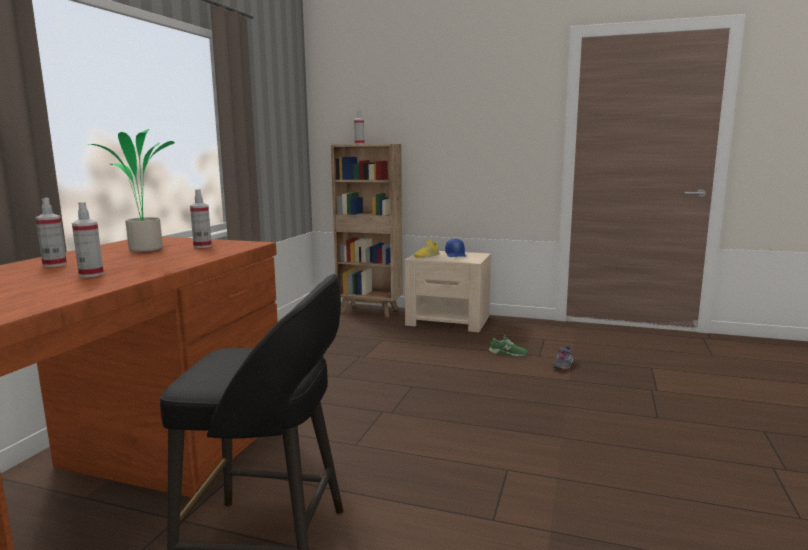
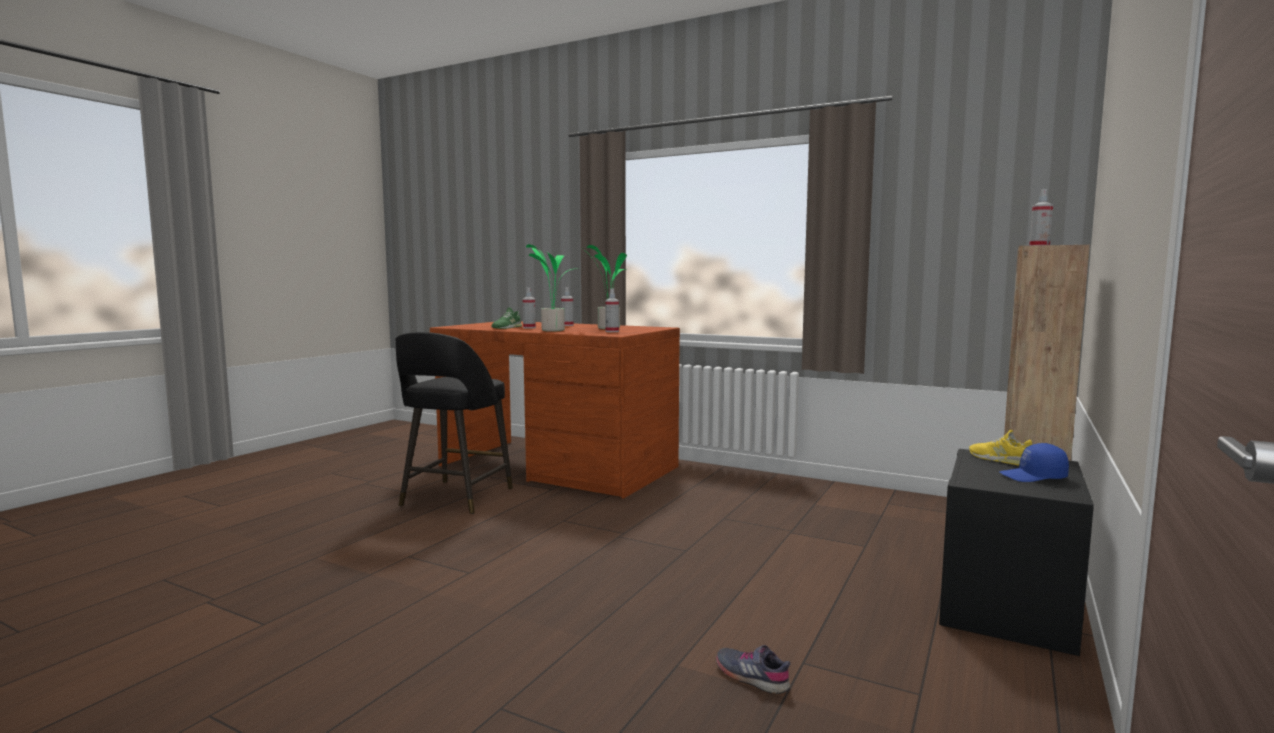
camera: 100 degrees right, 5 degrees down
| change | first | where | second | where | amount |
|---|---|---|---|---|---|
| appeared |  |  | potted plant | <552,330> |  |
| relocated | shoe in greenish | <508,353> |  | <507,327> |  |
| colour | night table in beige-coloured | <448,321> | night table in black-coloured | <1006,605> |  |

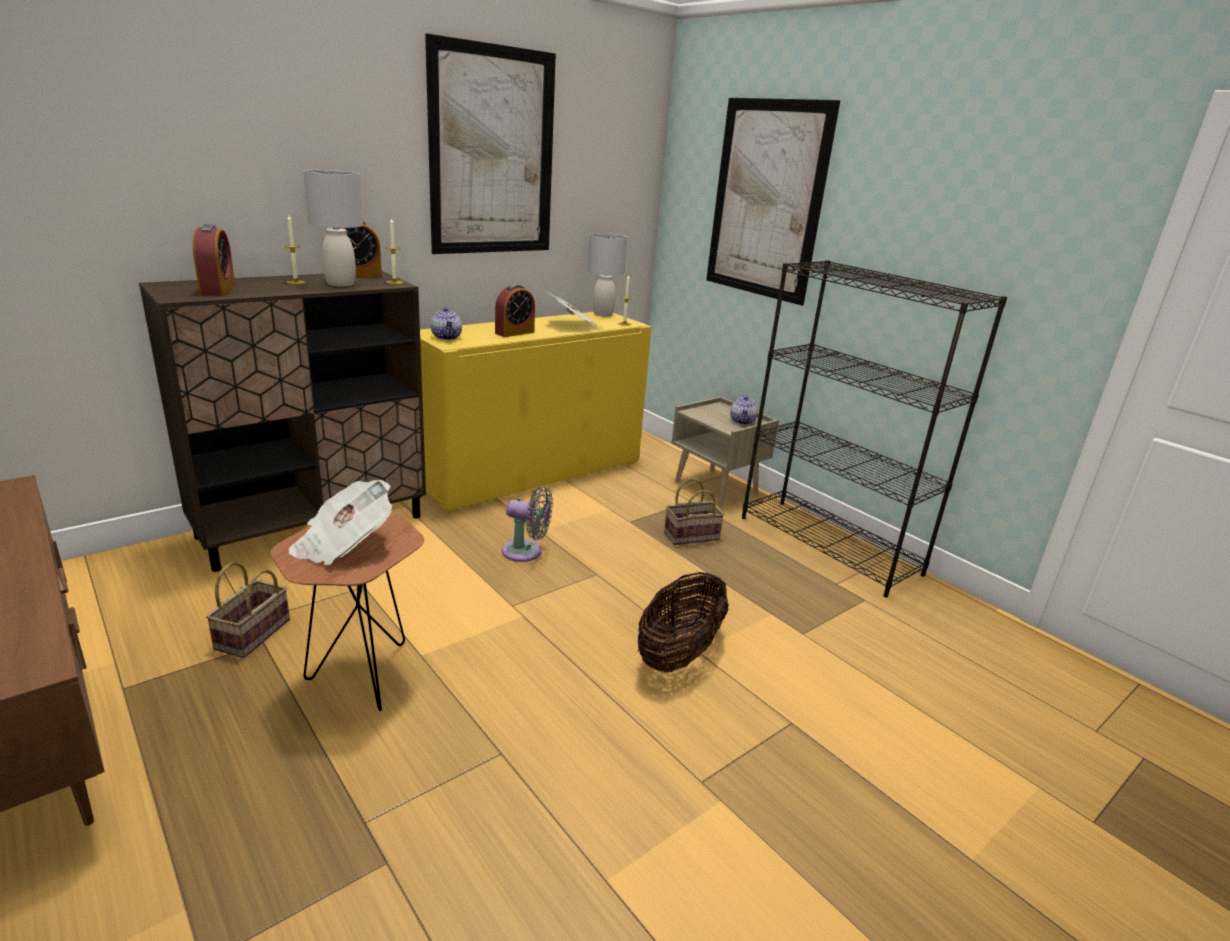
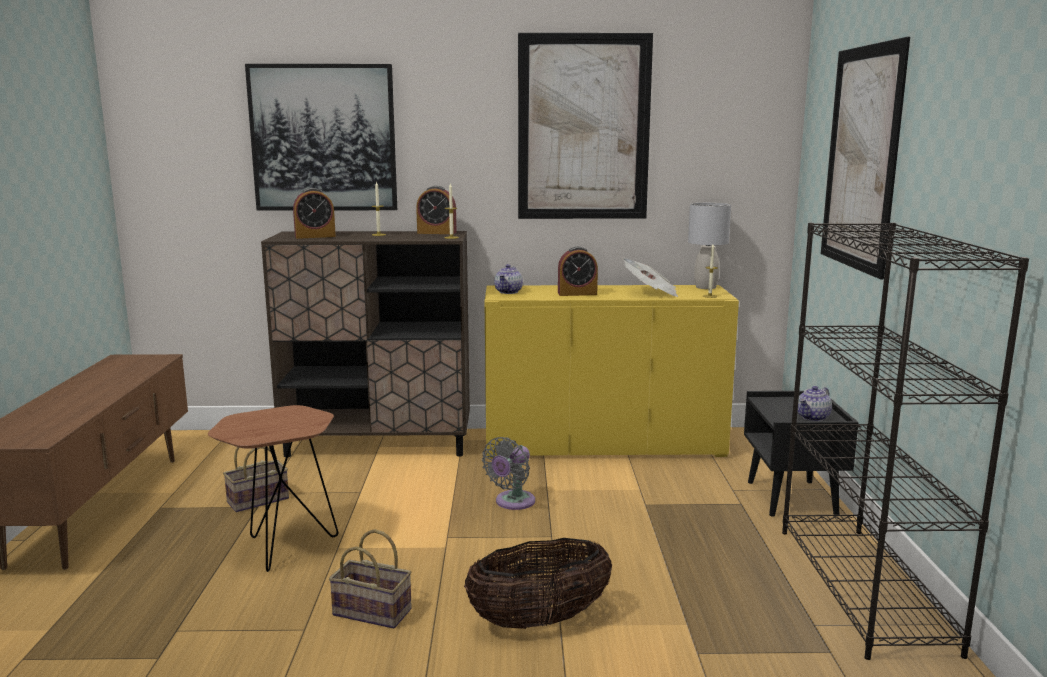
camera: 40 degrees right, 10 degrees down
| change | first | where | second | where | amount |
|---|---|---|---|---|---|
| missing | printed paper | <343,545> |  |  |  |
| missing | table lamp in gray | <340,284> |  |  |  |
| appeared |  |  | wall art | <323,138> |  |
| relocated | storage basket | <692,535> |  | <374,611> |  |
| colour | night table in beige-coloured | <717,487> | night table in black-coloured | <792,499> |  |
| spun | alarm clock | <218,290> |  | <315,236> | 45 degrees clockwise |
| spun | cooling fan in gray | <526,552> |  | <512,502> | 75 degrees clockwise |

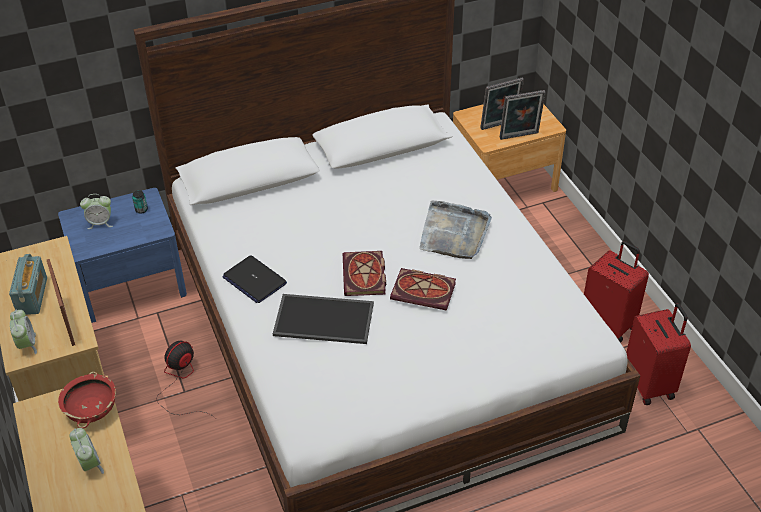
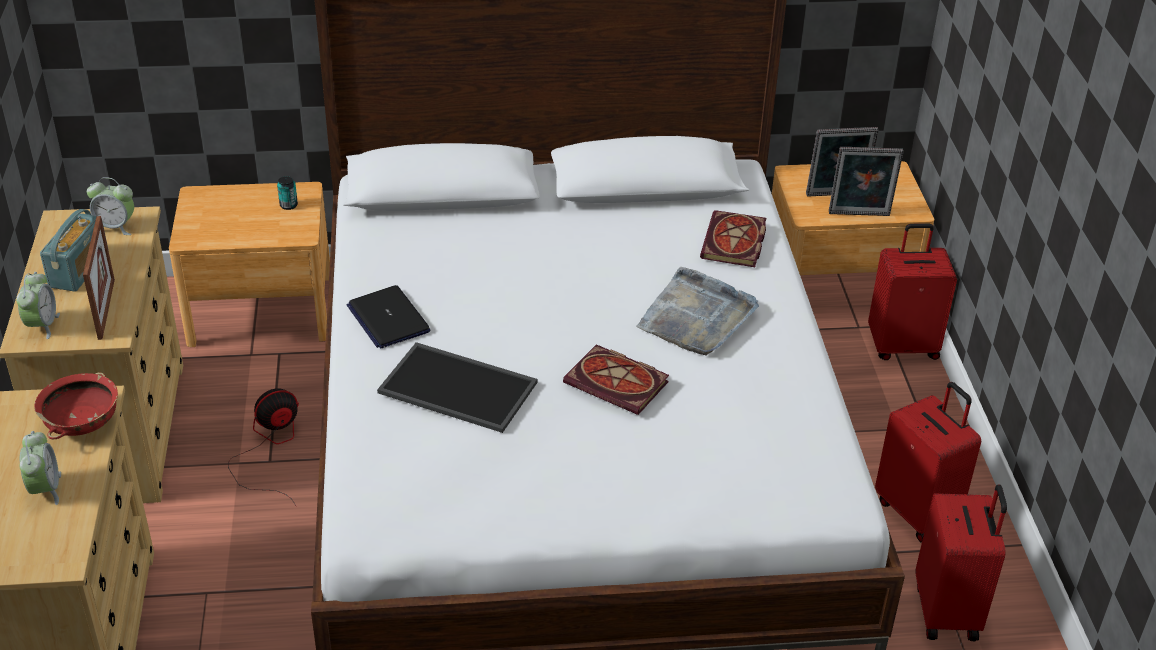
camera: 15 degrees right, 5 degrees down
| change | first | where | second | where | amount |
|---|---|---|---|---|---|
| appeared |  |  | suitcase in reddish | <902,346> |  |
| relocated | alarm clock | <100,223> |  | <116,227> |  |
| relocated | volume | <365,276> |  | <735,243> |  |
| colour | night table in blue-coloured | <130,283> | night table in brownish | <261,310> |  |

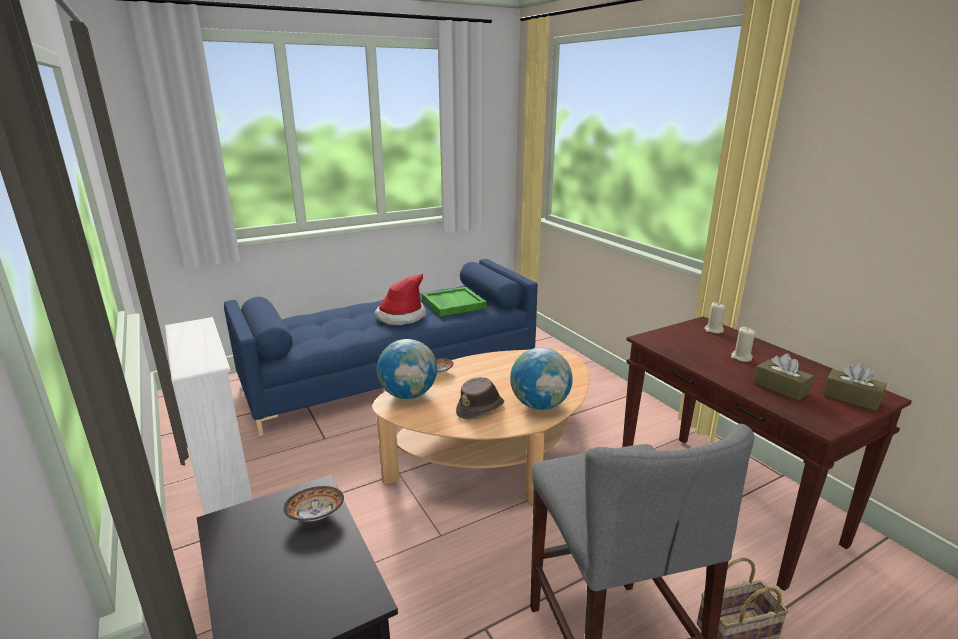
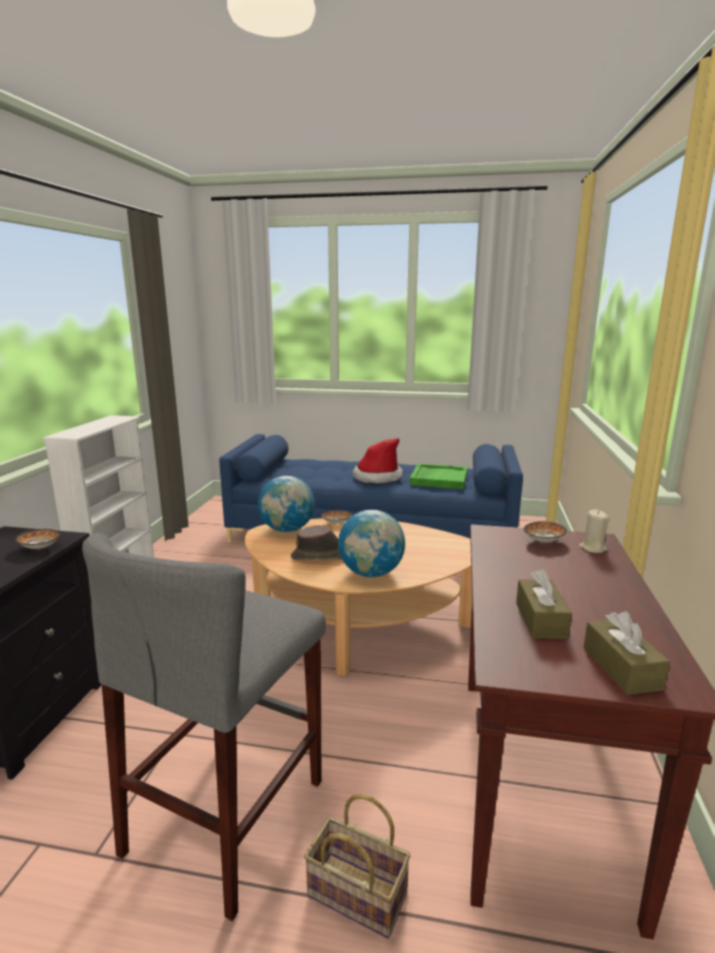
camera: 40 degrees right, 5 degrees down
| change | first | where | second | where | amount |
|---|---|---|---|---|---|
| missing | wax candle in beige-coloured | <741,357> |  |  |  |
| appeared |  |  | bowl | <542,541> |  |

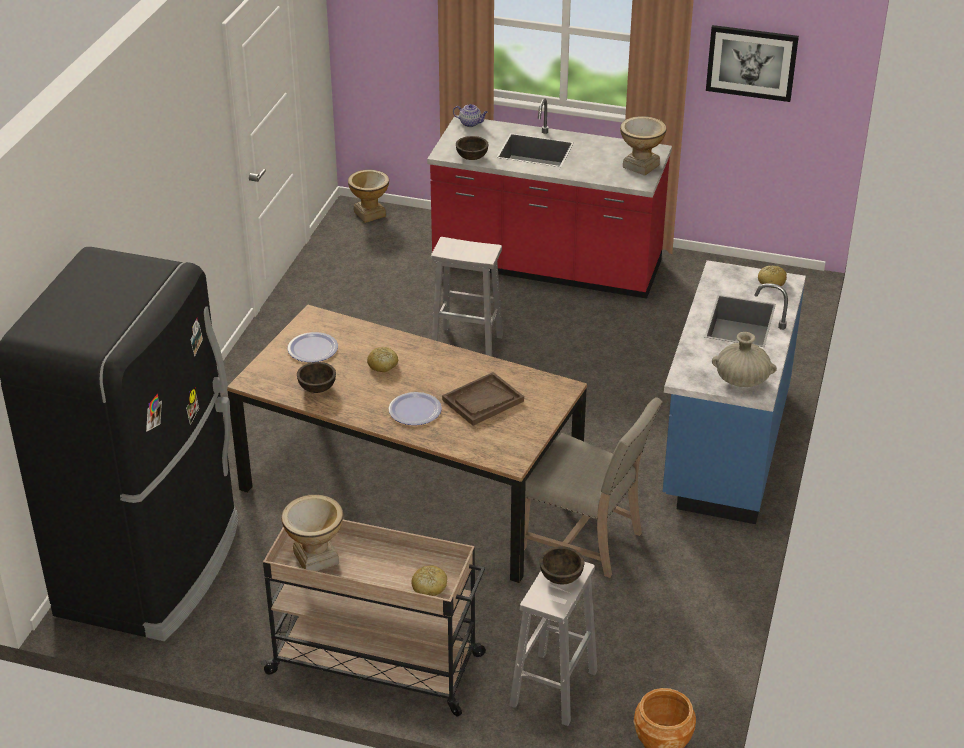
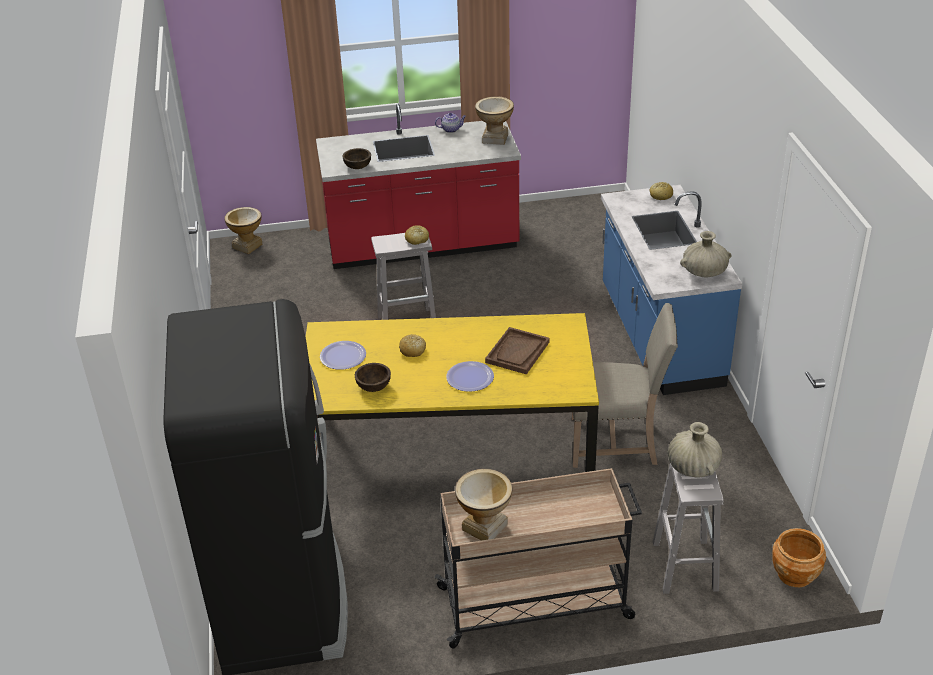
camera: 25 degrees left, 0 degrees up
| change | first | where | second | where | amount |
|---|---|---|---|---|---|
| missing | wall art | <751,62> |  |  |  |
| relocated | bakery bread | <429,586> |  | <417,239> |  |
| relocated | teapot | <471,123> |  | <451,129> |  |
| exchanged | bowl in brownish | <561,576> | flower vase in beige-coloured | <693,467> |  |
| colour | dining table in brownish | <409,488> | dining table in yellow | <449,451> |  |

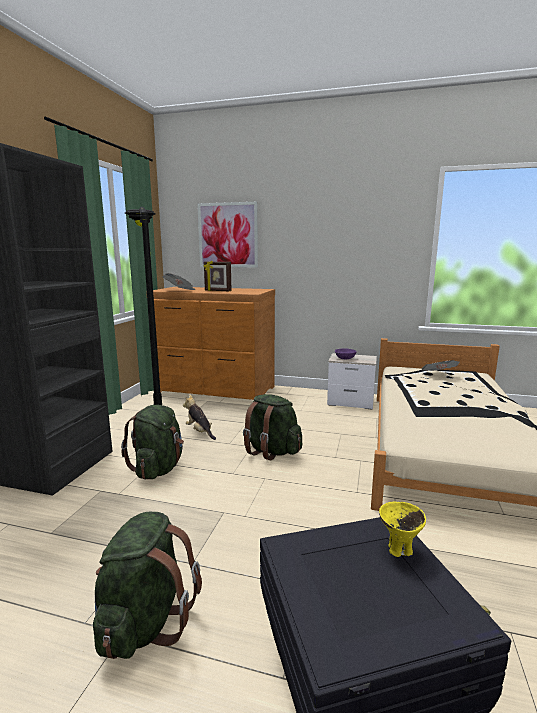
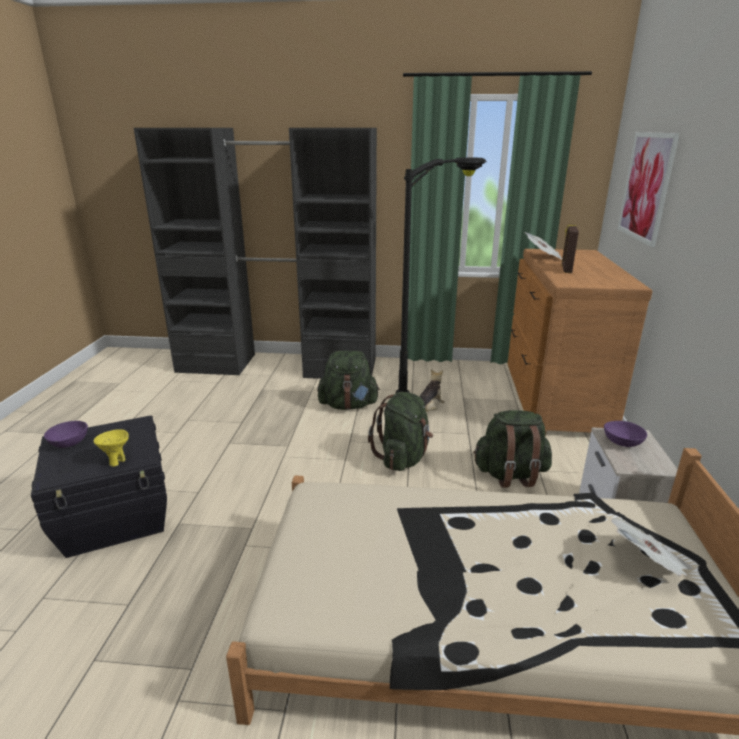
camera: 80 degrees right, 10 degrees up
| change | first | where | second | where | amount |
|---|---|---|---|---|---|
| appeared |  |  | bowl in purple | <70,442> |  |
| relocated | backpack in greenish | <145,621> |  | <510,474> |  |

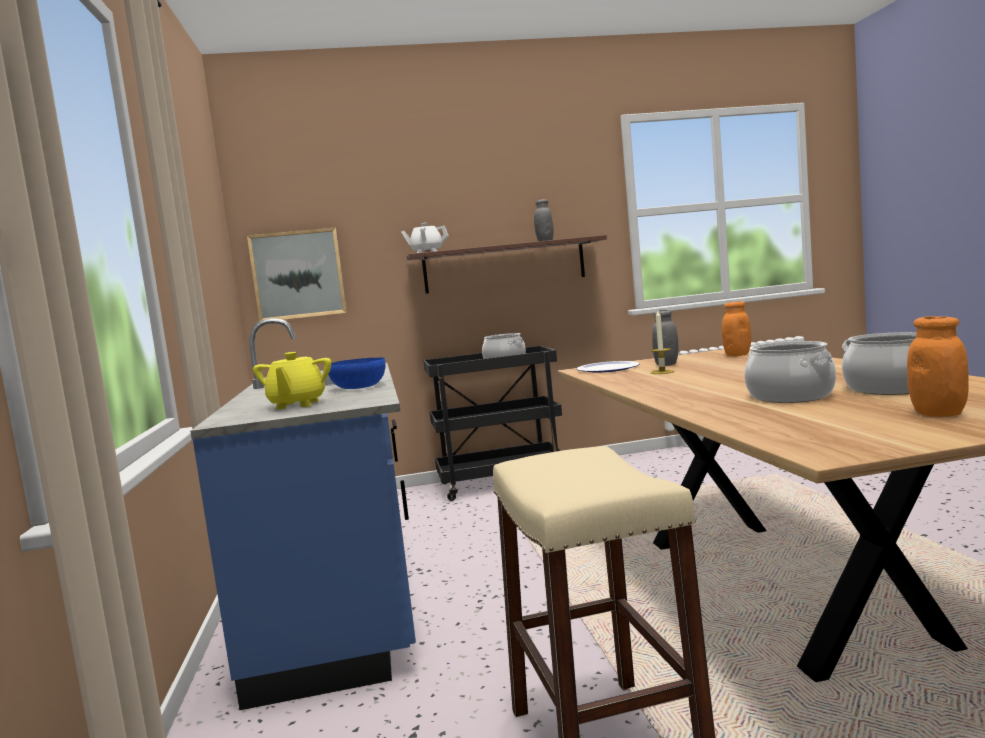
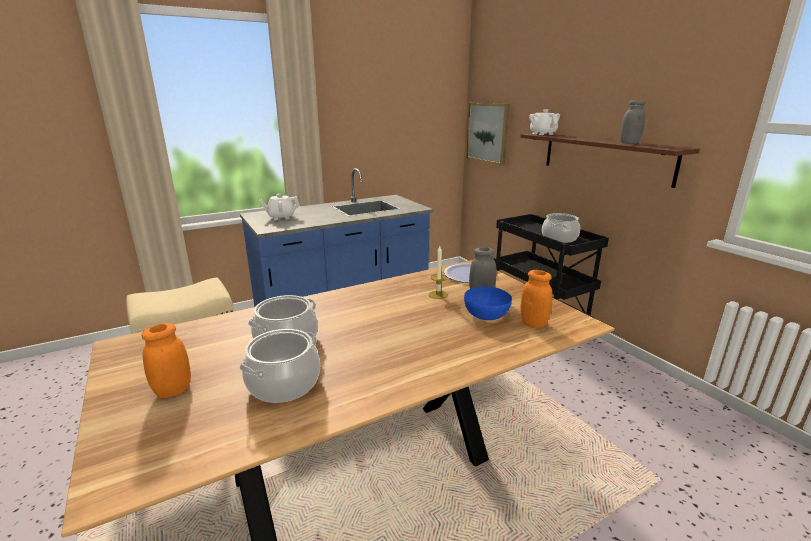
camera: 70 degrees right, 15 degrees up
| change | first | where | second | where | amount |
|---|---|---|---|---|---|
| relocated | bowl in blue-coloured | <358,387> |  | <486,314> |  |
| colour | teapot in yellow | <297,404> | teapot in whitish | <281,217> |  |

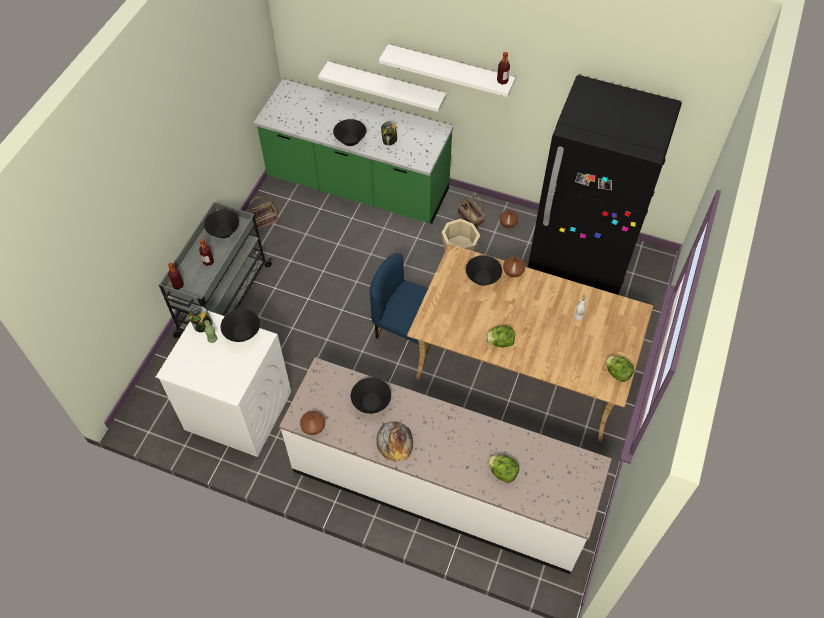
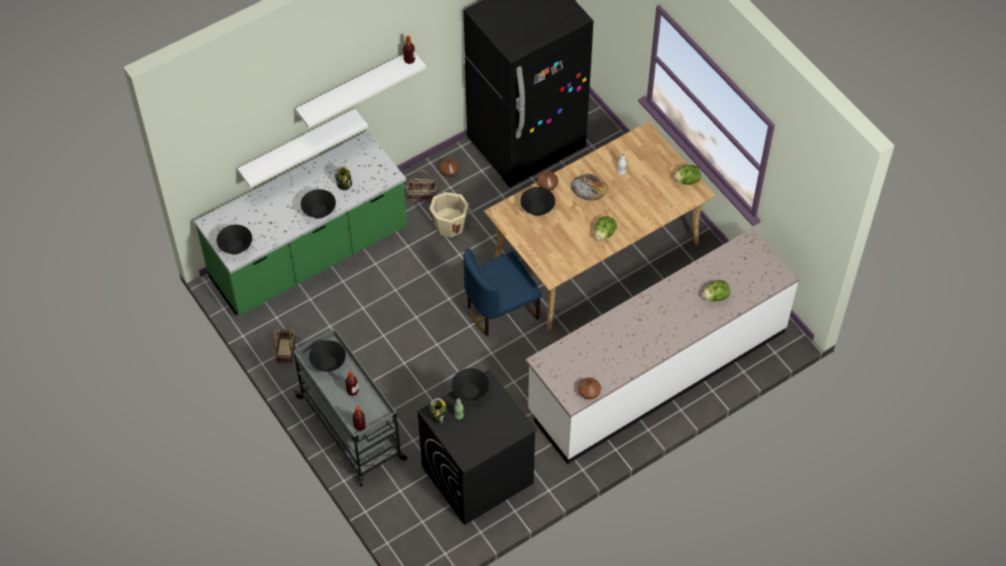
camera: 55 degrees left, 0 degrees up
| change | first | where | second | where | amount |
|---|---|---|---|---|---|
| relocated | bowl in black-coloured | <371,403> |  | <236,247> |  |
| relocated | bakery bread | <395,441> |  | <589,187> |  |
| colour | washing machine in whitish | <237,410> | washing machine in black-coloured | <477,475> |  |

